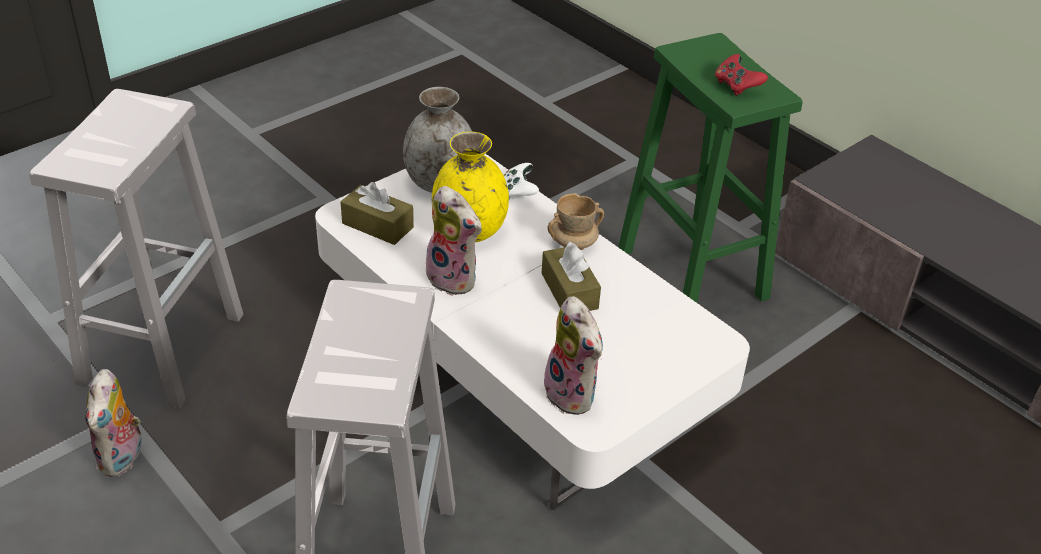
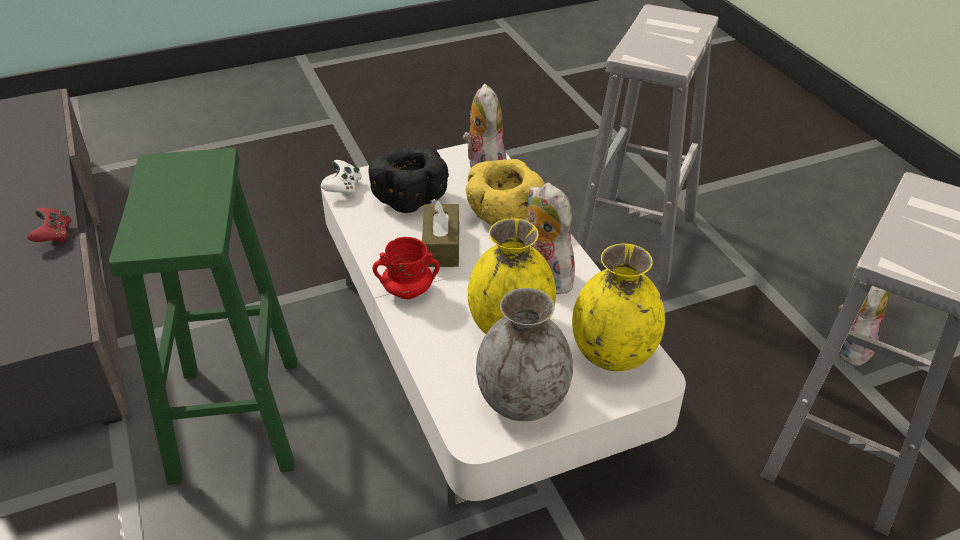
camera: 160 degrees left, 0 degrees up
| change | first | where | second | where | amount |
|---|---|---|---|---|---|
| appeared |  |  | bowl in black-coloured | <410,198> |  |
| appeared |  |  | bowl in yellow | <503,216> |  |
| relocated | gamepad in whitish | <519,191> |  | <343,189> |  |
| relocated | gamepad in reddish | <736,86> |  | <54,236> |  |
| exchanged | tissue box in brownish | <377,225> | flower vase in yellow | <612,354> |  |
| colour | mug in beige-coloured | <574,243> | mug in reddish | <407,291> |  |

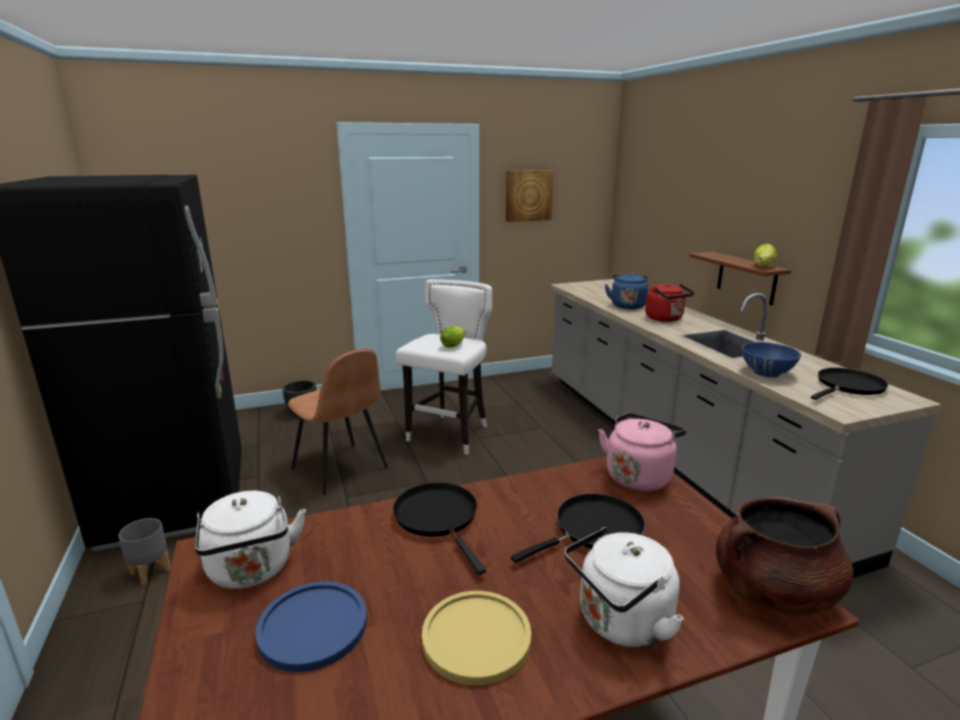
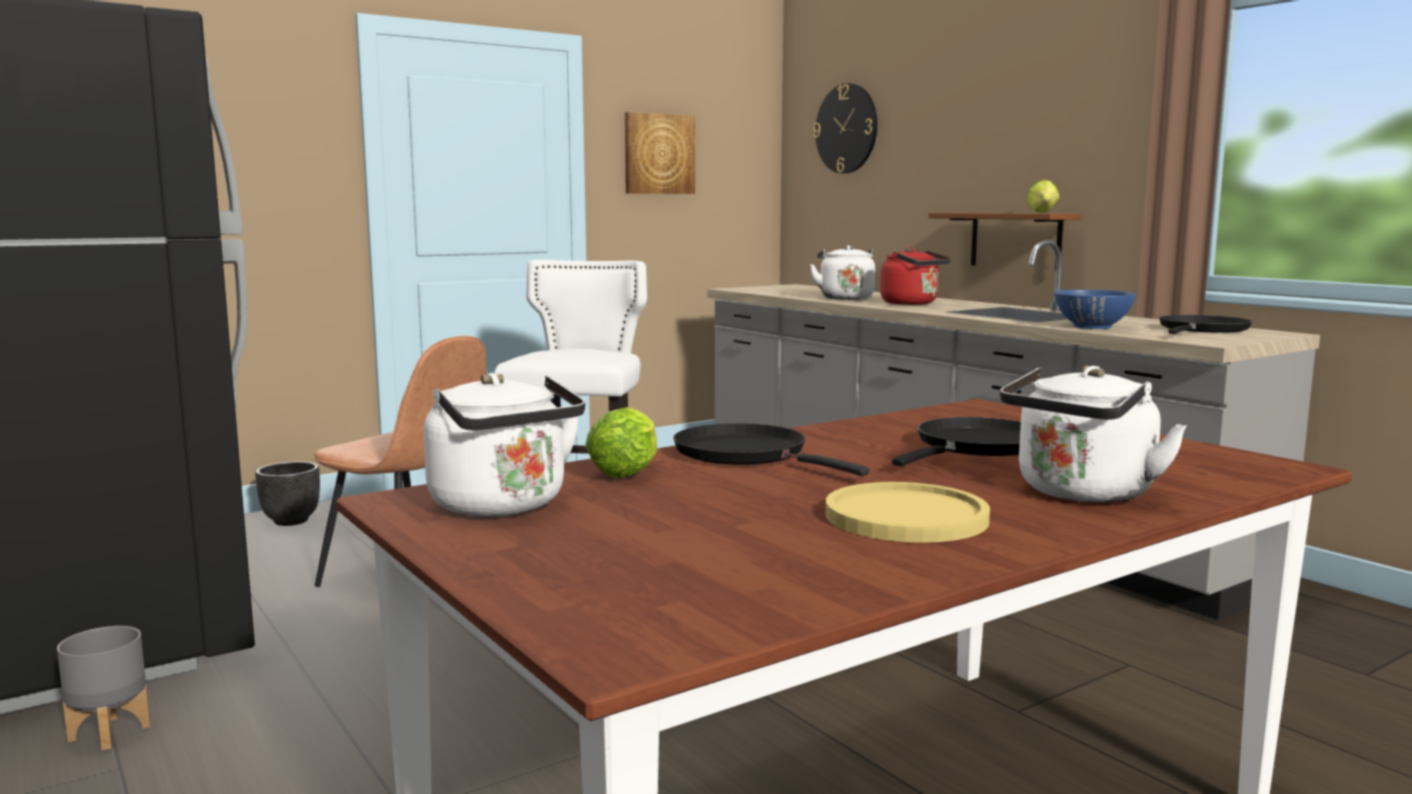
camera: 15 degrees left, 10 degrees down
| change | first | where | second | where | amount |
|---|---|---|---|---|---|
| missing | dinner plate in blue-coloured | <313,626> |  |  |  |
| missing | water kettle in pinkish | <639,476> |  |  |  |
| missing | saucepot in brownish | <773,592> |  |  |  |
| appeared |  |  | clock on the wall | <846,128> |  |
| relocated | head of lettuce | <454,345> |  | <628,471> |  |
| colour | water kettle in blue-coloured | <627,305> | water kettle in whitish | <845,298> |  |

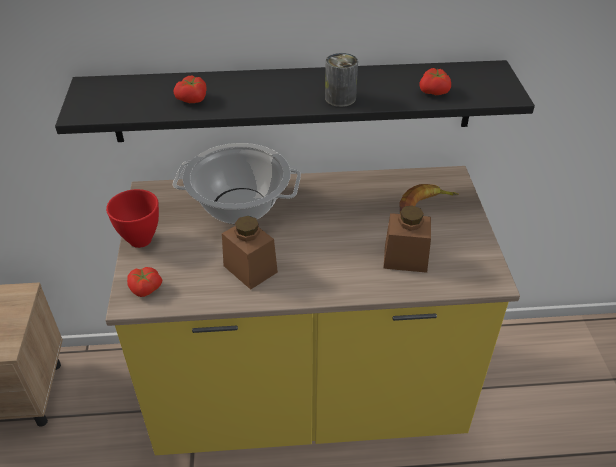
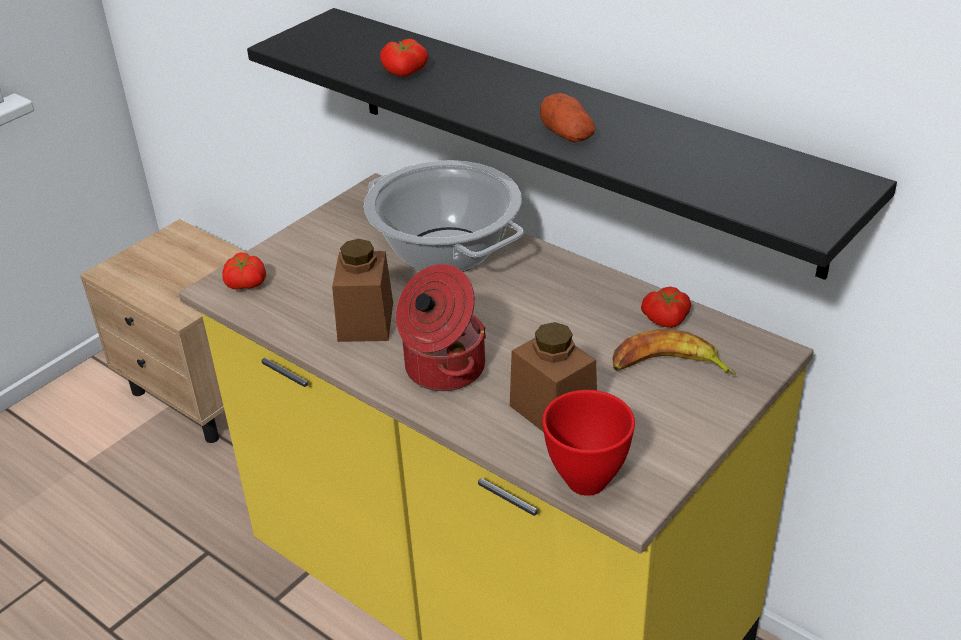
camera: 45 degrees right, 5 degrees down
| change | first | where | second | where | amount |
|---|---|---|---|---|---|
| appeared |  |  | saucepot | <442,368> |  |
| relocated | bowl in reddish | <142,240> |  | <588,482> |  |
| relocated | whole tomato | <434,92> |  | <666,321> |  |
| exchanged | sealed can | <340,98> | whole potato | <567,134> |  |

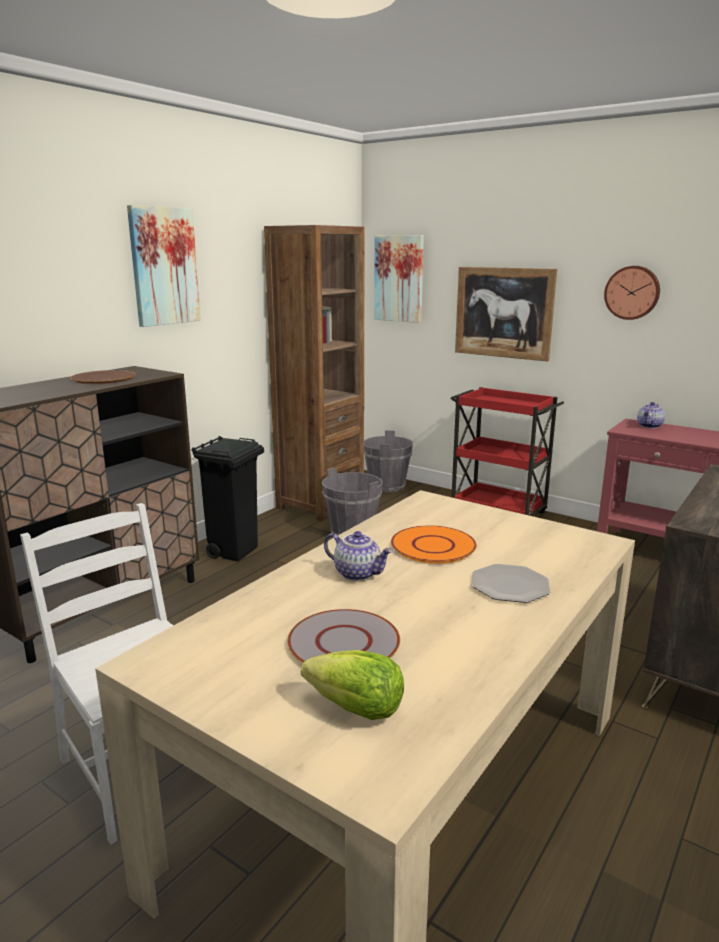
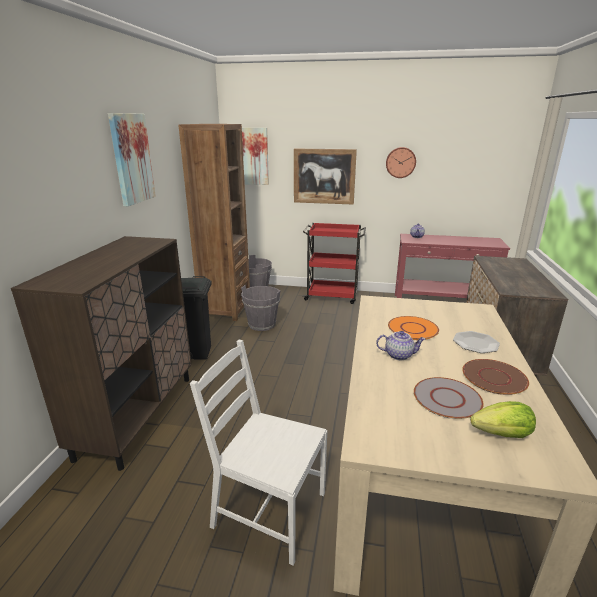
camera: 25 degrees left, 5 degrees up
| change | first | where | second | where | amount |
|---|---|---|---|---|---|
| relocated | dinner plate in brownish | <103,378> |  | <494,378> |  |

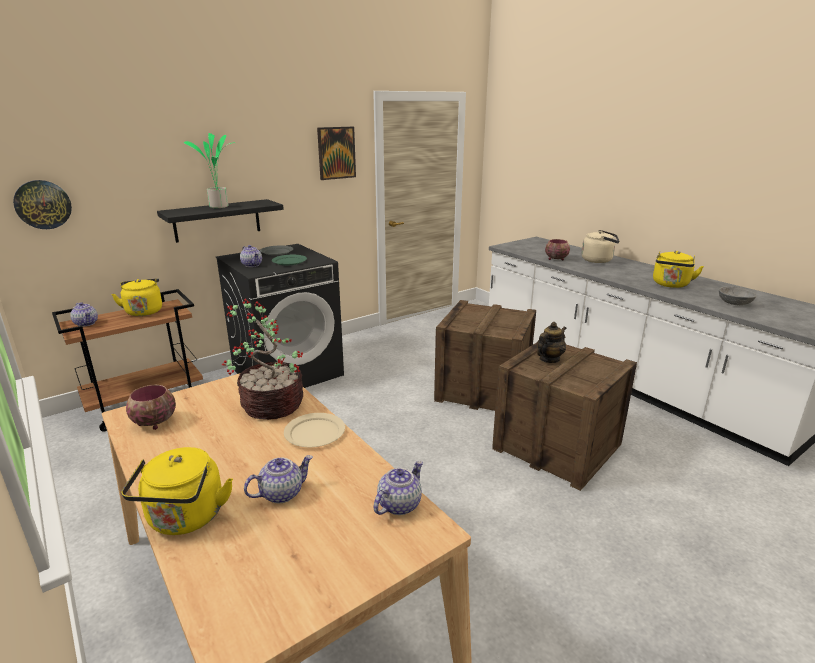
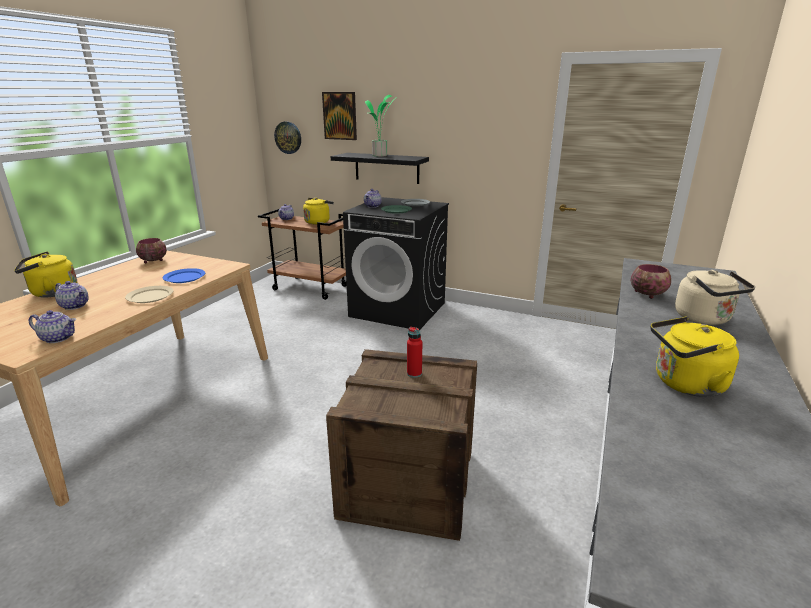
camera: 60 degrees right, 0 degrees up
| change | first | where | second | where | amount |
|---|---|---|---|---|---|
| missing | packing crate | <483,390> |  |  |  |
| missing | bowl in gray | <734,303> |  |  |  |
| relocated | wall art | <336,153> |  | <340,116> |  |
| exchanged | potted plant | <270,405> | dinner plate in blue-coloured | <185,277> |  |
| exchanged | teapot | <549,359> | bottle in reddish | <414,373> |  |

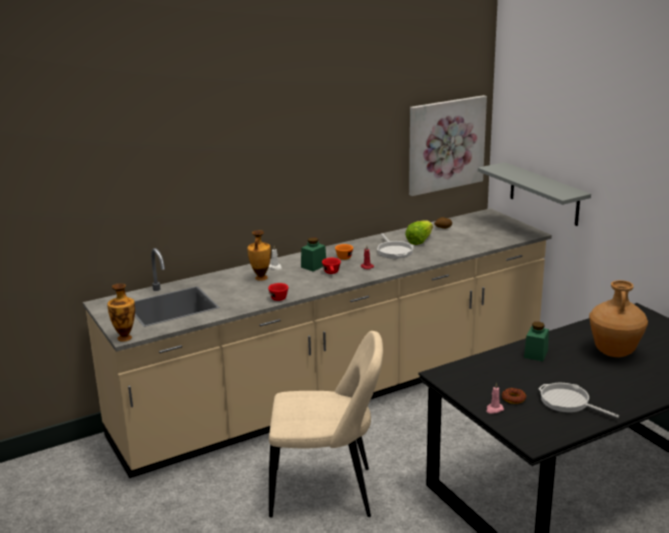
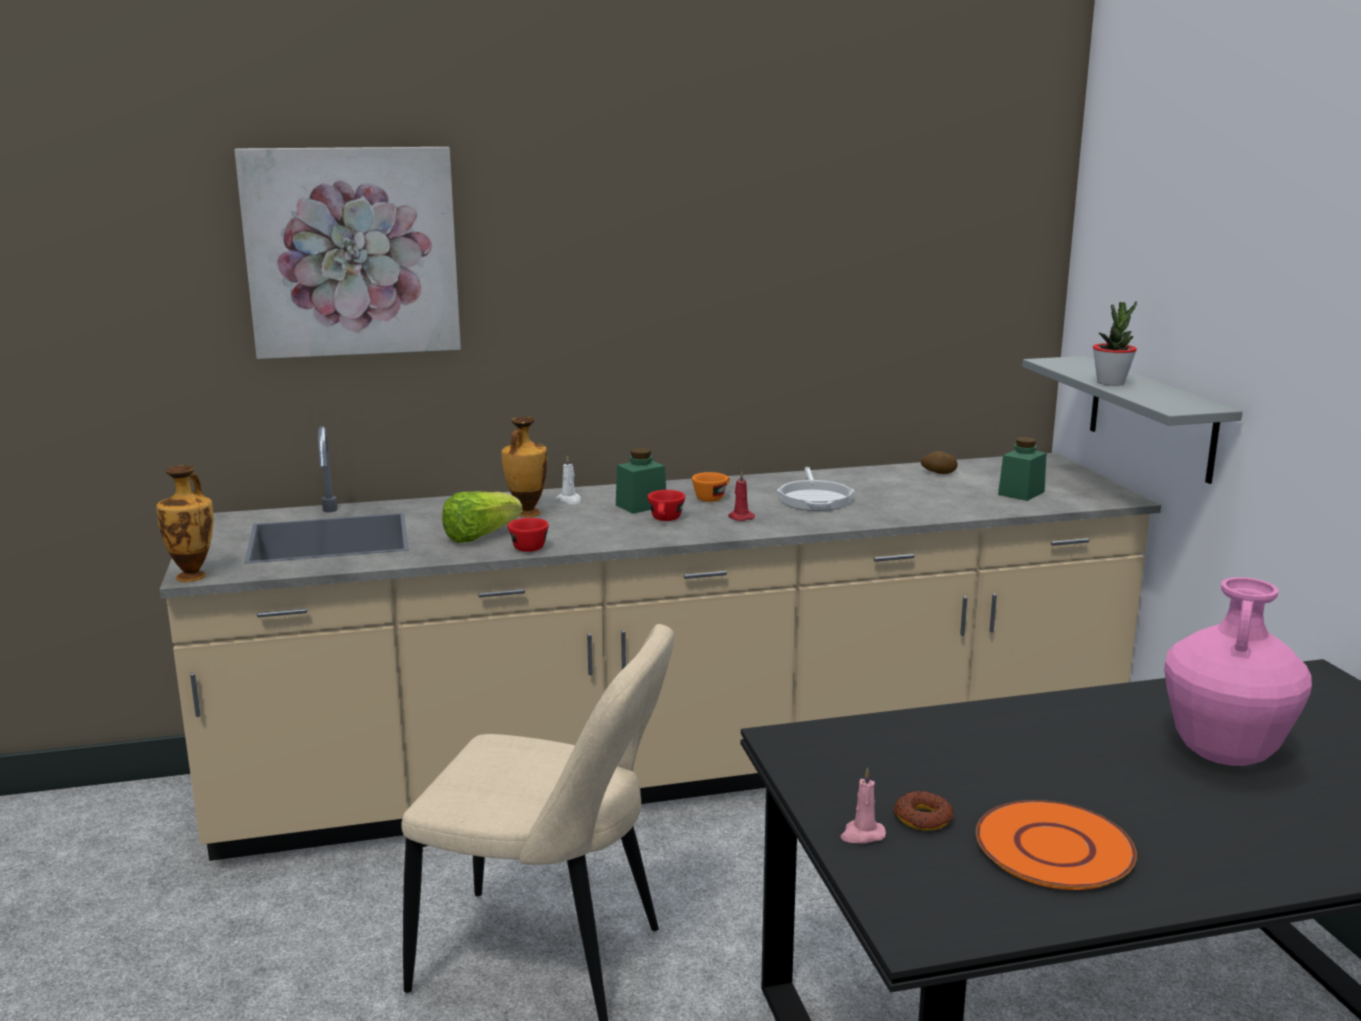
camera: 15 degrees right, 5 degrees down
| change | first | where | second | where | amount |
|---|---|---|---|---|---|
| appeared |  |  | potted plant | <1111,383> |  |
| relocated | head of lettuce | <419,241> |  | <479,537> |  |
| relocated | wall art | <445,144> |  | <352,252> |  |
| relocated | storage jar in greenish | <536,354> |  | <1021,493> |  |
| exchanged | skillet | <568,402> | dinner plate in orange-coloured | <1054,848> |  |
| colour | flower vase in brownish | <614,353> | flower vase in pinkish | <1224,755> |  |

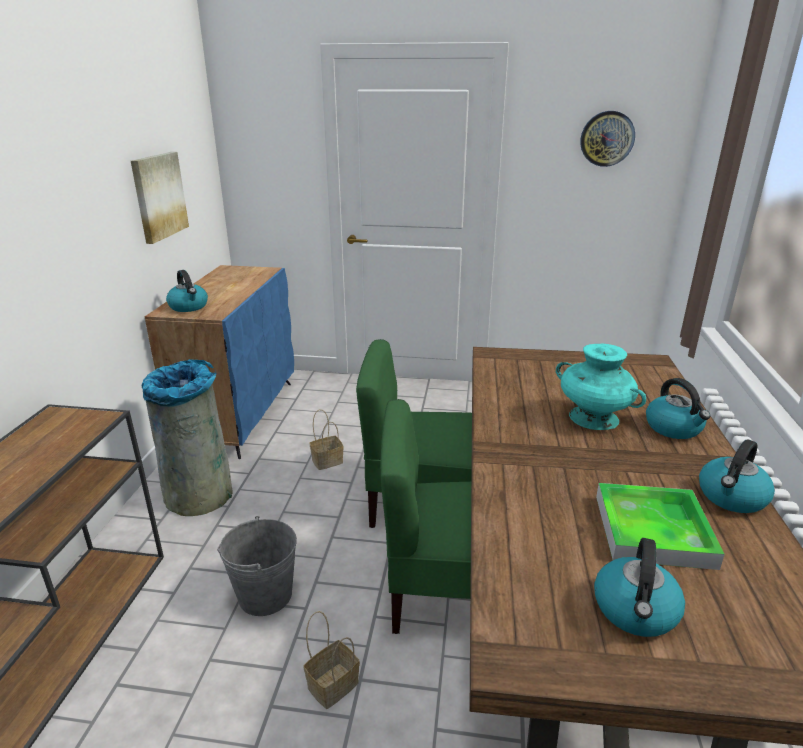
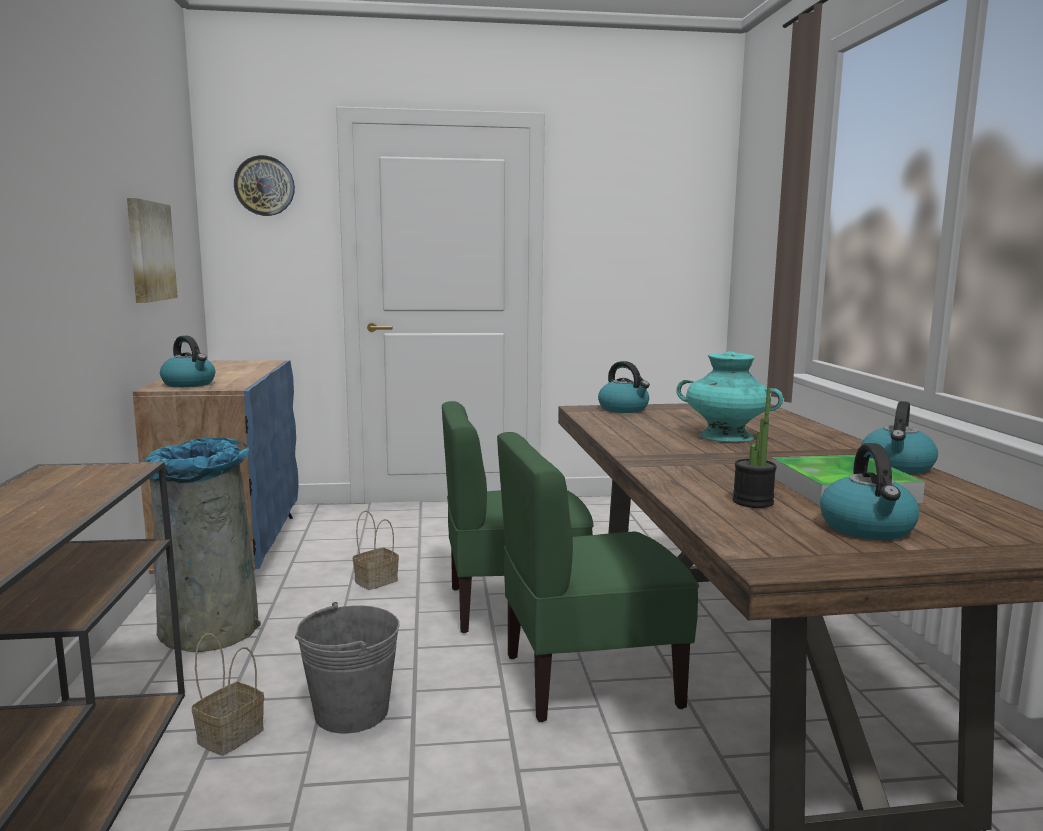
camera: 15 degrees left, 15 degrees down
| change | first | where | second | where | amount |
|---|---|---|---|---|---|
| appeared |  |  | potted plant | <752,502> |  |
| relocated | storage basket | <333,683> |  | <231,735> |  |
| relocated | clock on the wall | <607,138> |  | <264,186> |  |
| relocated | water kettle | <674,428> |  | <624,409> |  |

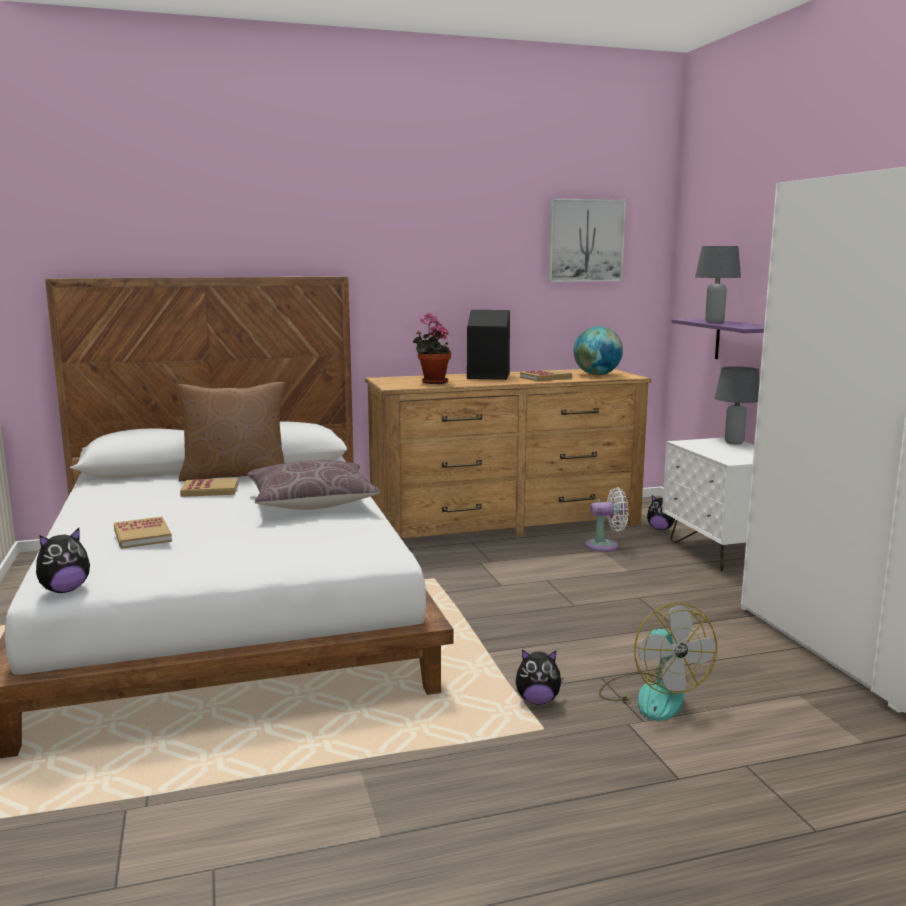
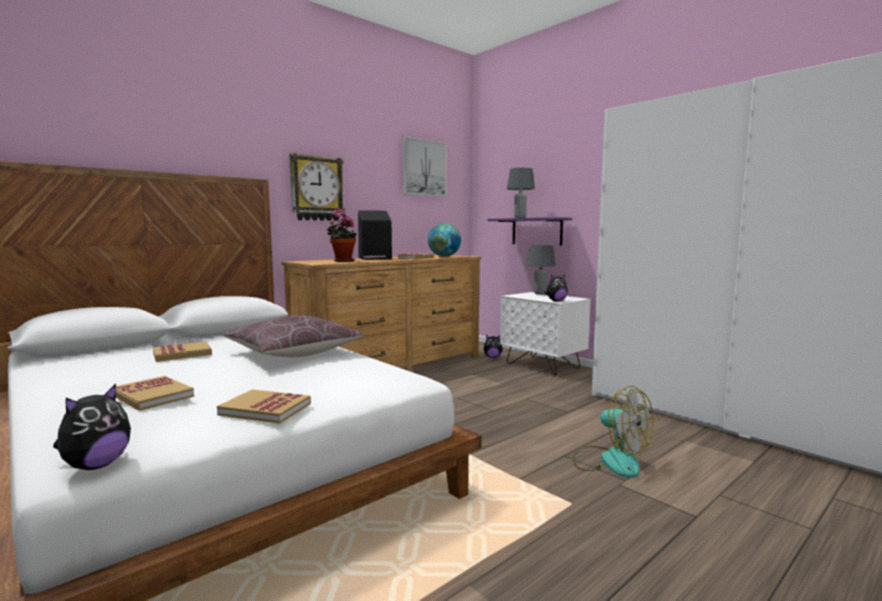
camera: 25 degrees left, 5 degrees down
| change | first | where | second | where | amount |
|---|---|---|---|---|---|
| missing | throw pillow in brownish | <235,475> |  |  |  |
| missing | cooling fan in whitish | <605,546> |  |  |  |
| appeared |  |  | volume | <265,409> |  |
| appeared |  |  | clock on the wall | <316,188> |  |
| relocated | plush toy | <537,700> |  | <556,301> |  |

